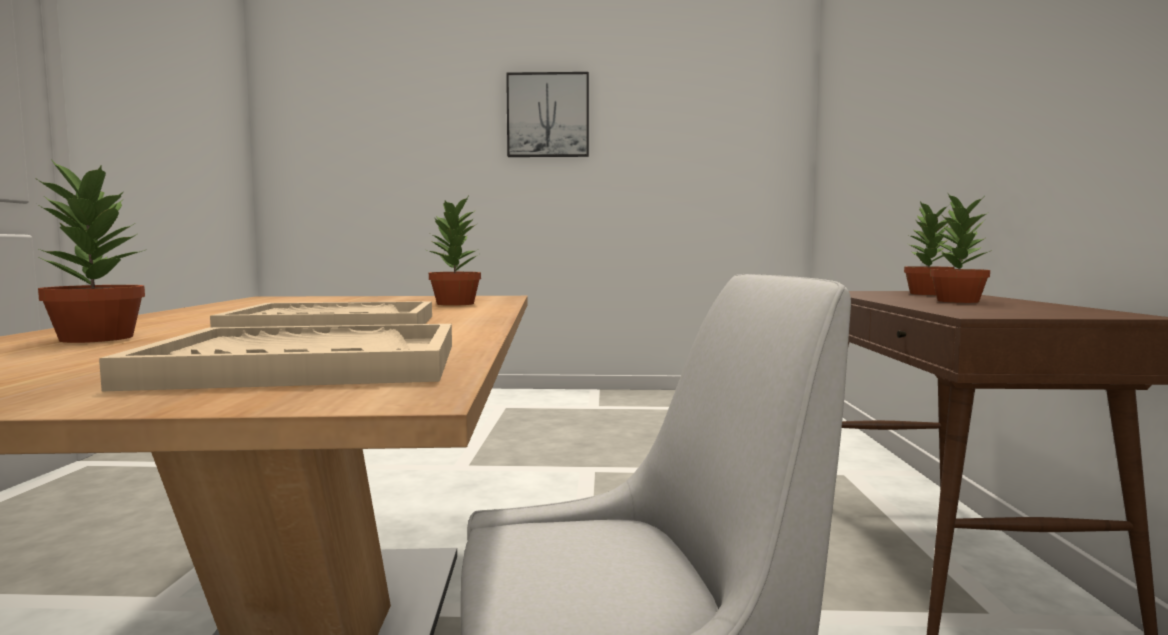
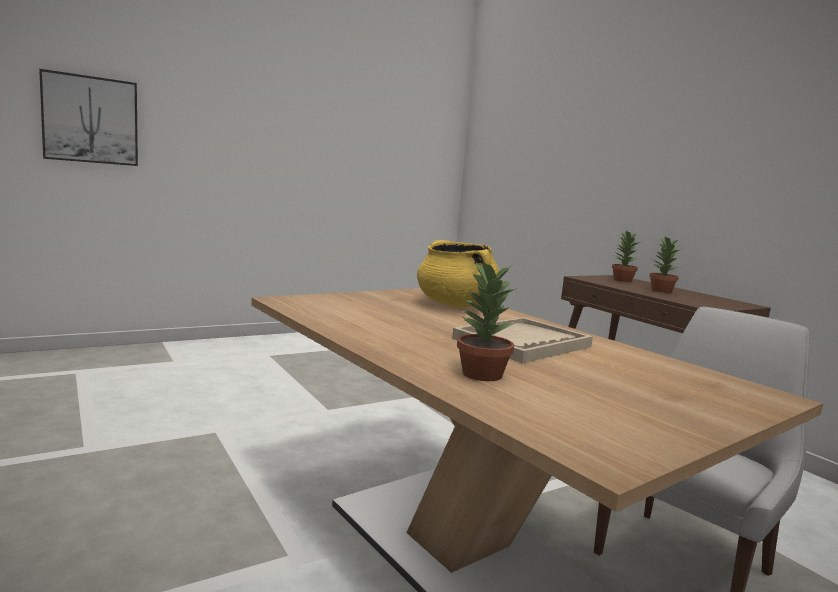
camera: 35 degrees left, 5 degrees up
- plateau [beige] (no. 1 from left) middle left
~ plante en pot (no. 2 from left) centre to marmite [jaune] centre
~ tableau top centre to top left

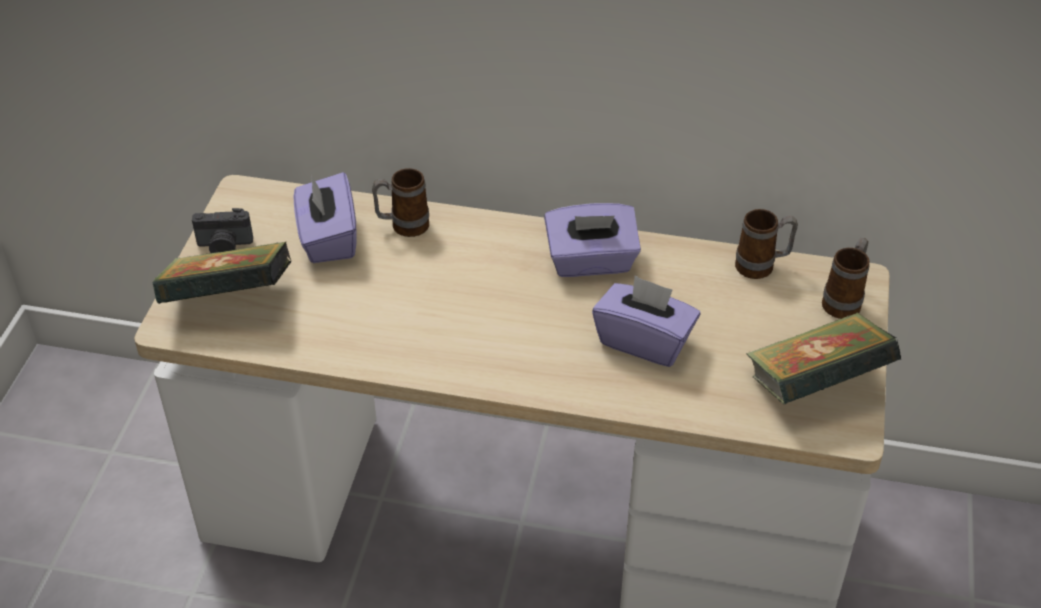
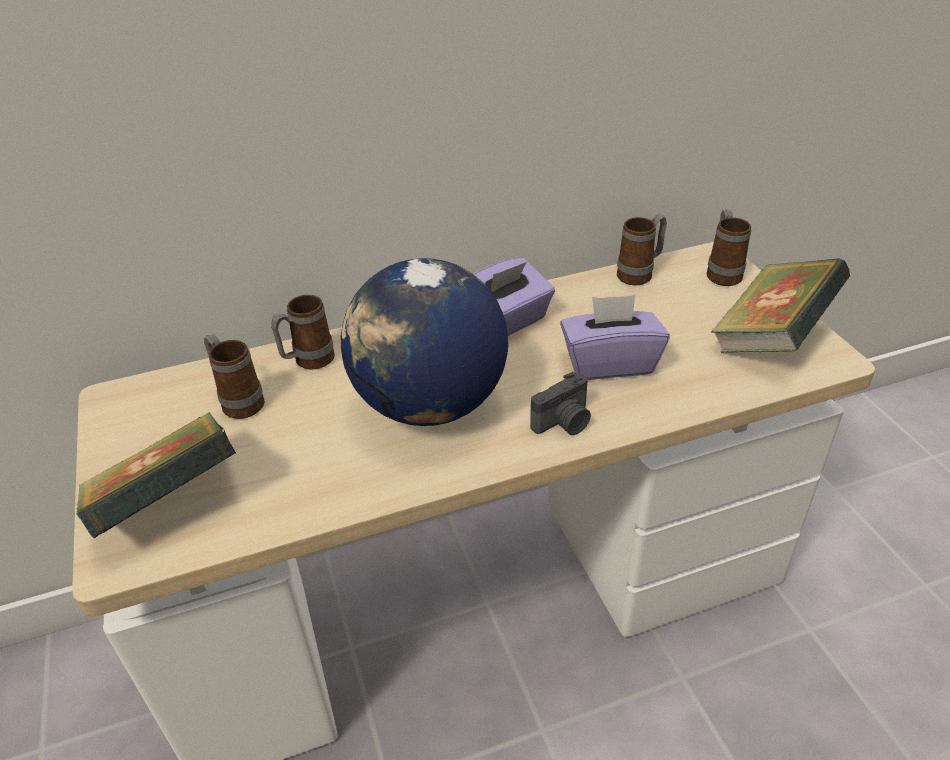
camera: 30 degrees left, 5 degrees down
~ appareil photo middle left to centre
~ boîte à mouchoirs [violet] (no. 1 from left) middle left to mug (no. 1 from left) middle left
+ globe centre

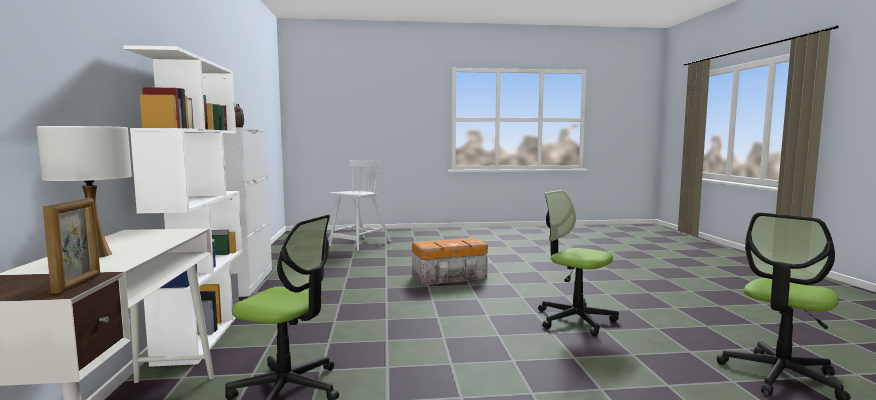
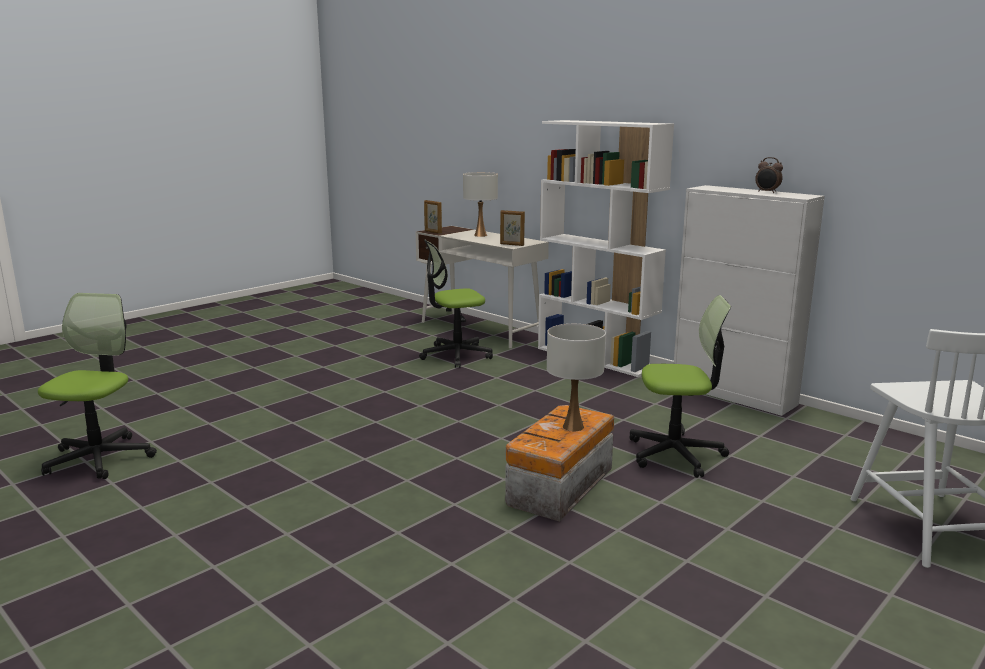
camera: 140 degrees right, 10 degrees up
~ chaise de bureau (no. 2 from left in the first image) centre to chaise de bureau (no. 3 from left) middle right
+ cadre photo (no. 2 from left) centre
+ lampe de table [blanc] (no. 2 from left) centre

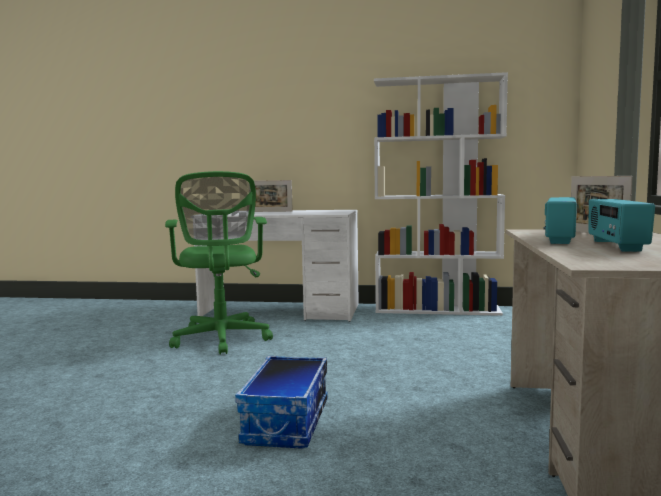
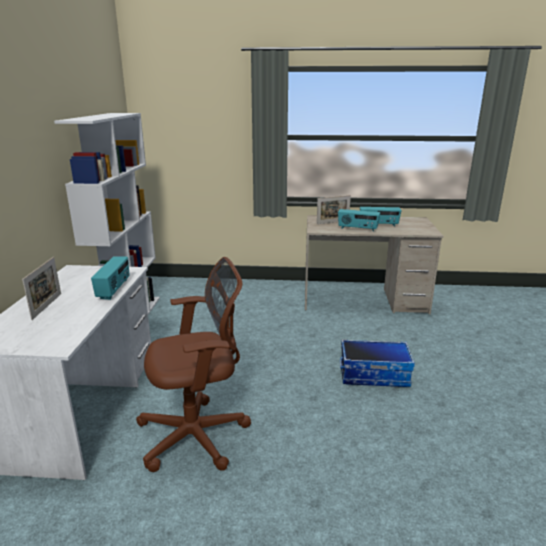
camera: 95 degrees left, 15 degrees up
~ chaise de bureau [vert] middle left to chaise de bureau [marron] bottom centre
+ radio (no. 1 from left) middle left

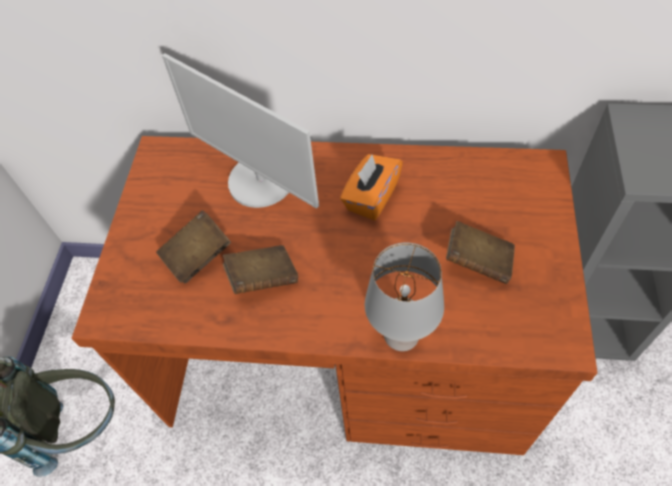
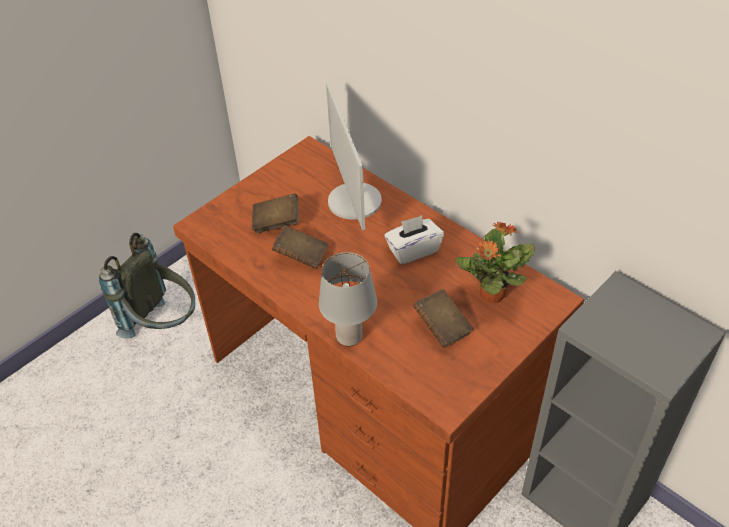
camera: 35 degrees right, 10 degrees down
~ boîte à mouchoirs [orange] centre to boîte à mouchoirs [blanc] centre
+ plante en pot middle right

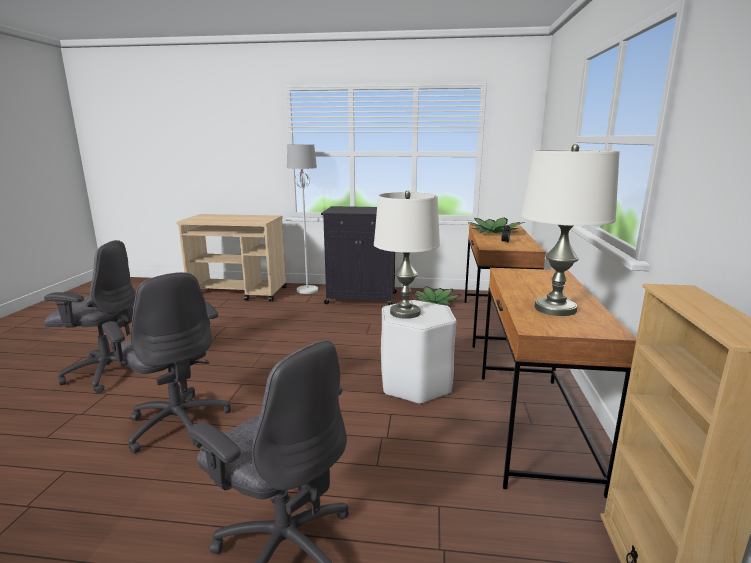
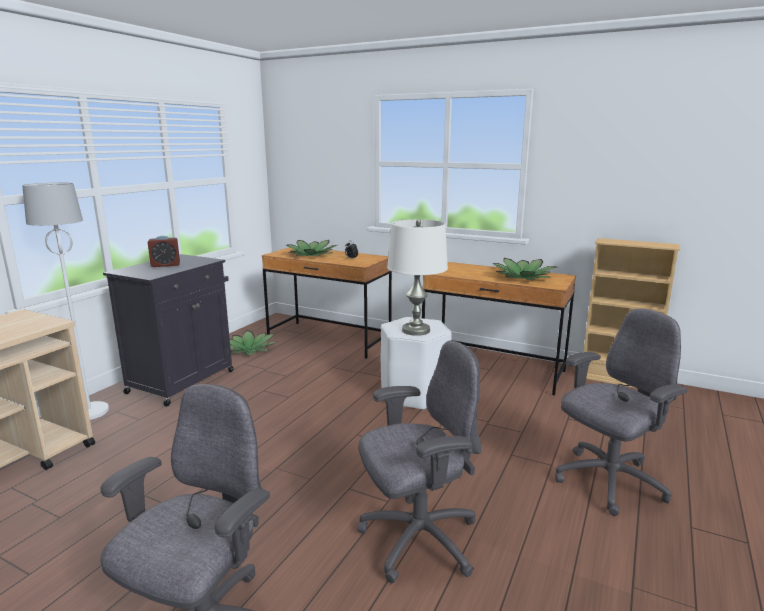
camera: 70 degrees left, 0 degrees up
~ lampe de table [blanc] (no. 2 from left) middle right to plante en pot (no. 3 from left) middle right
+ réveil (no. 1 from left) middle left

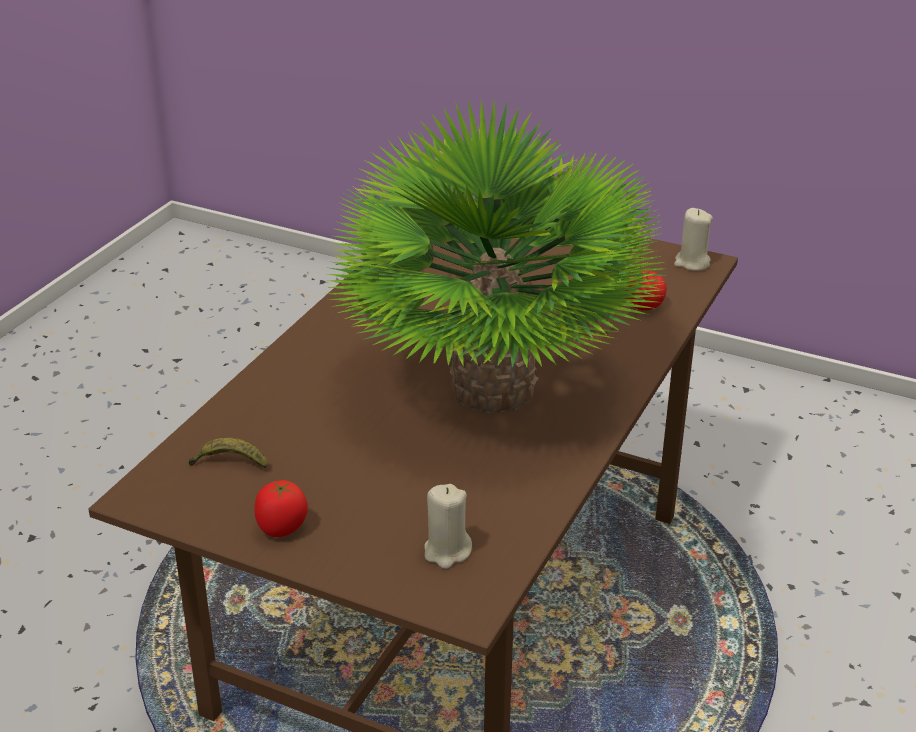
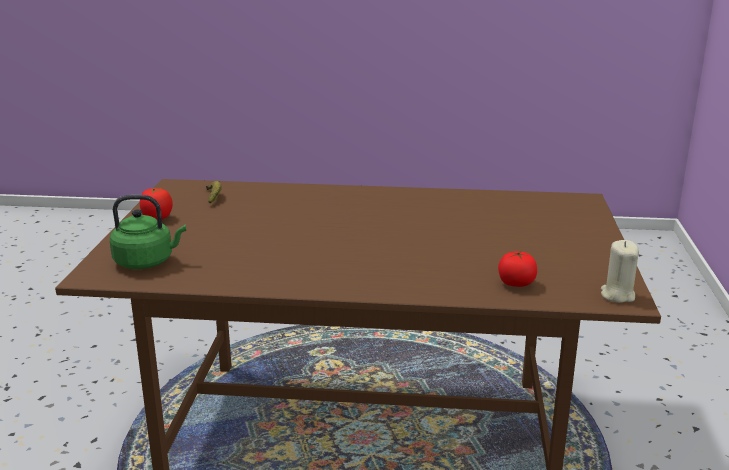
camera: 70 degrees right, 10 degrees down
- plante en pot centre
~ bougie [beige] (no. 1 from left) bottom centre to bouilloire [vert] middle left

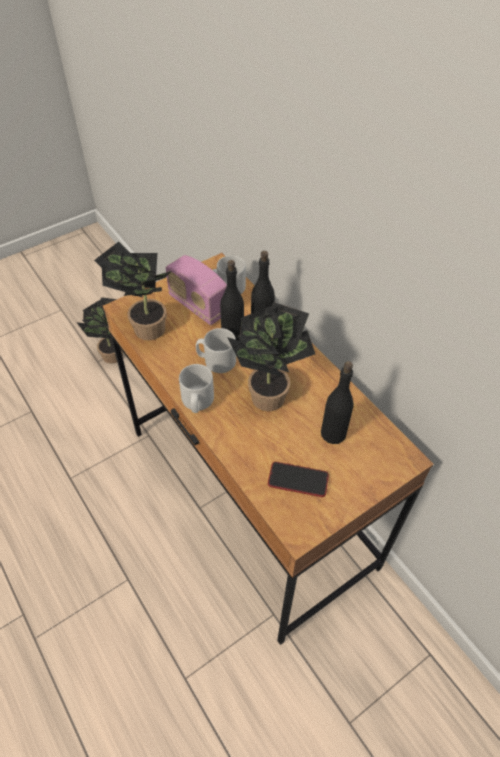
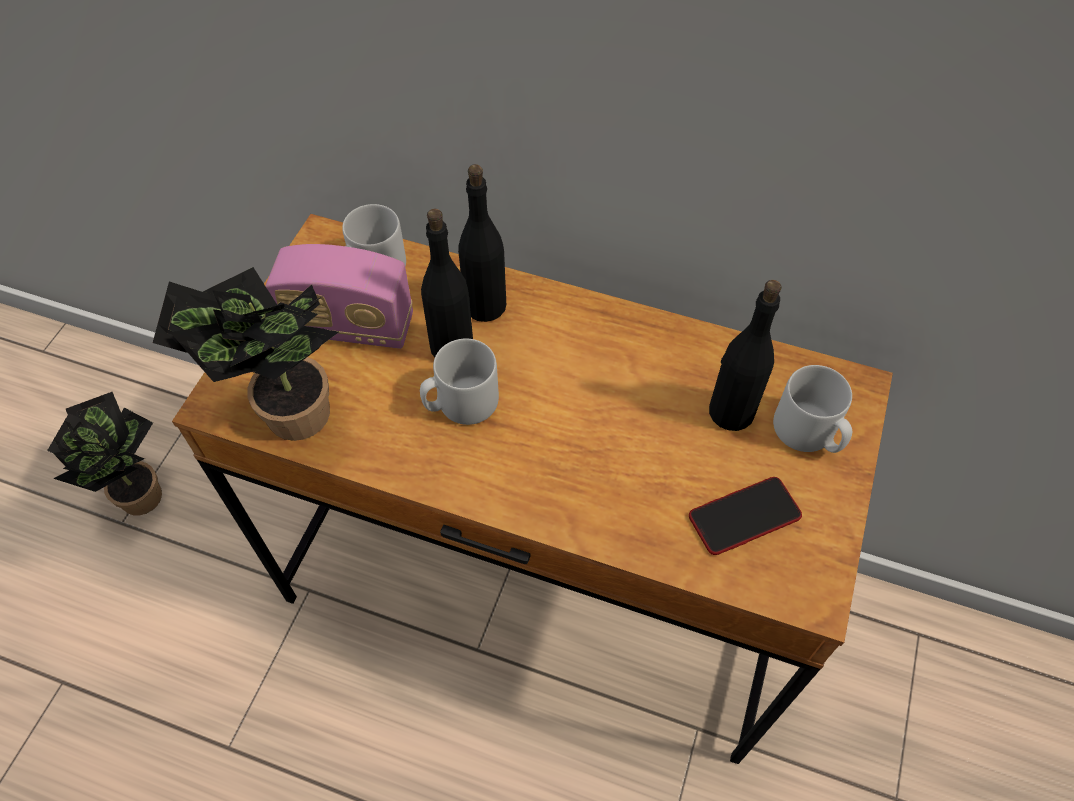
camera: 35 degrees left, 5 degrees up
~ mug [gris] (no. 1 from left in the first image) centre to mug [gris] (no. 3 from left) middle right
- plante en pot (no. 3 from left) centre

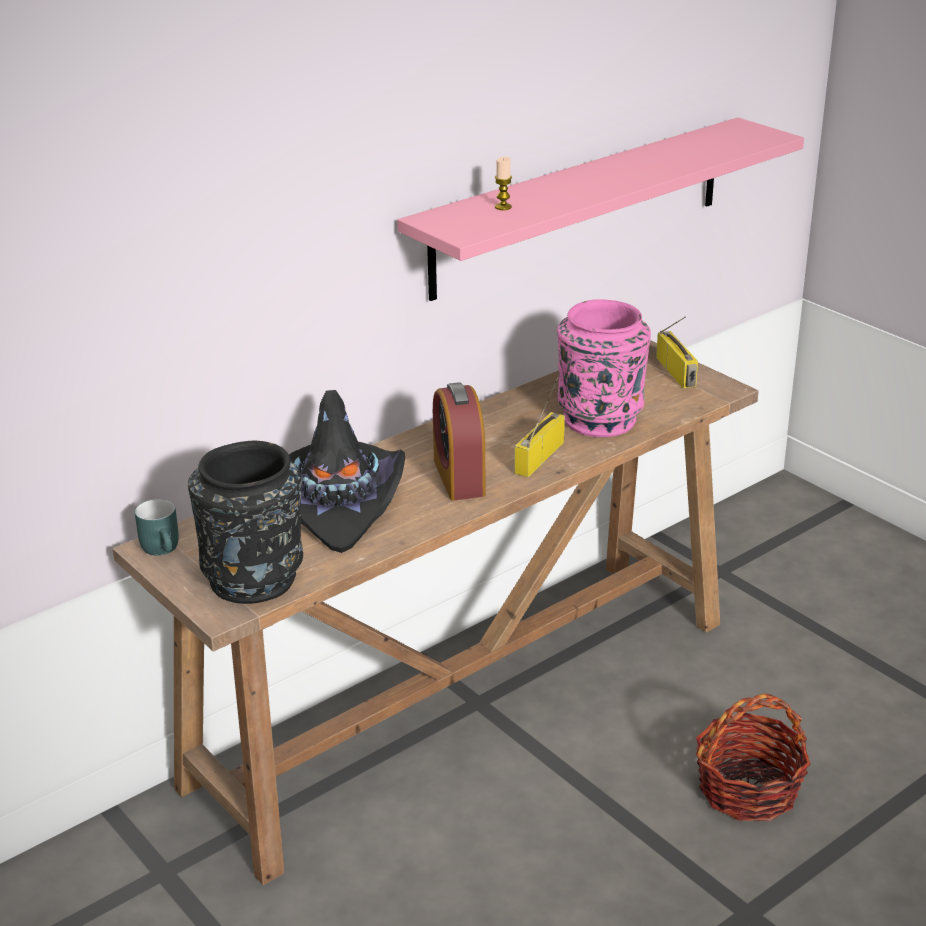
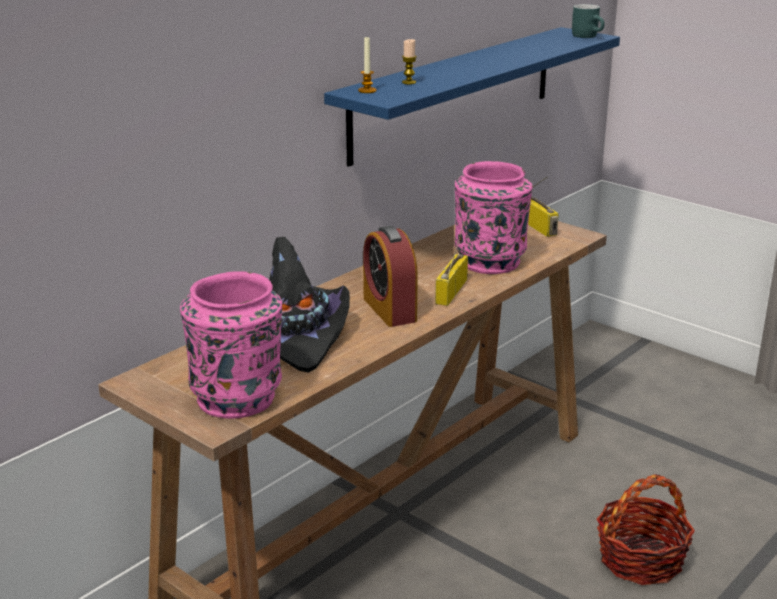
camera: 10 degrees left, 5 degrees down
~ mug [turquoise] middle left to top right
~ vase [noir] middle left to vase [rose] (no. 1 from left) middle left
~ étagère [rose] top centre to étagère [bleu] top centre
+ bougie (no. 1 from left) top centre

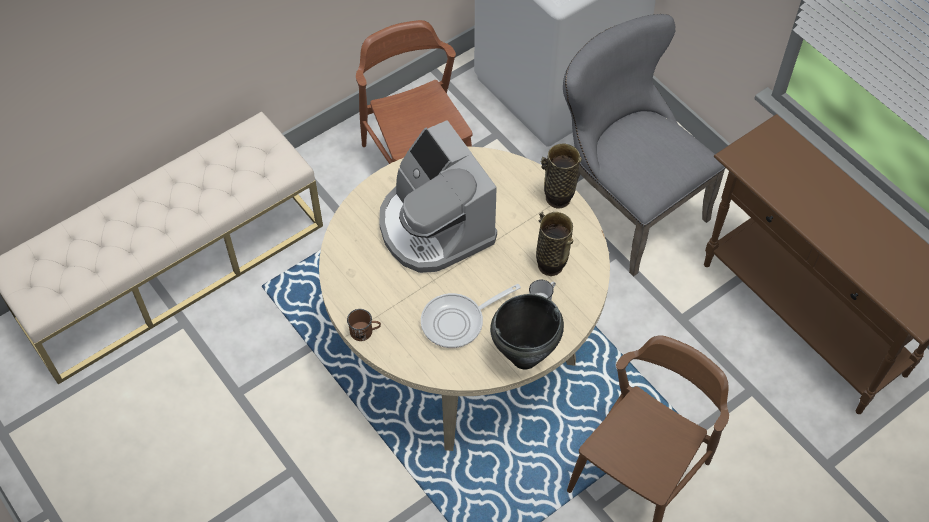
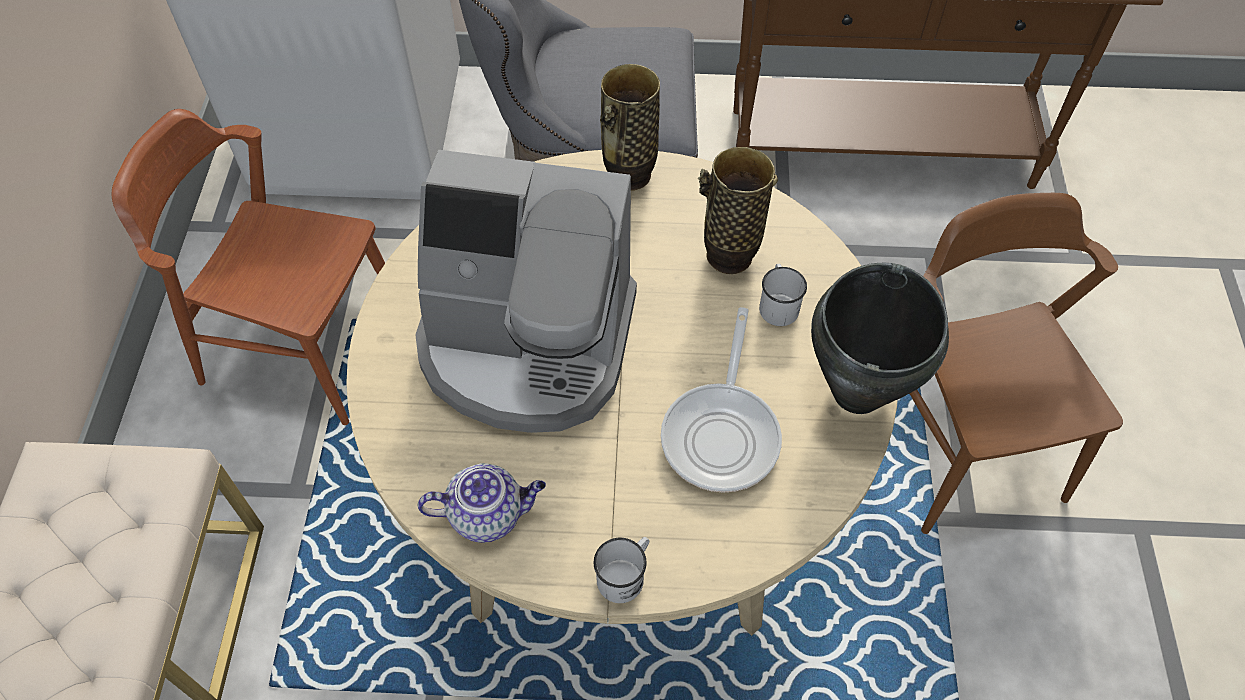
camera: 50 degrees left, 0 degrees up
~ mug [marron] centre to mug [blanc] (no. 1 from left) bottom centre
+ théière bottom centre

